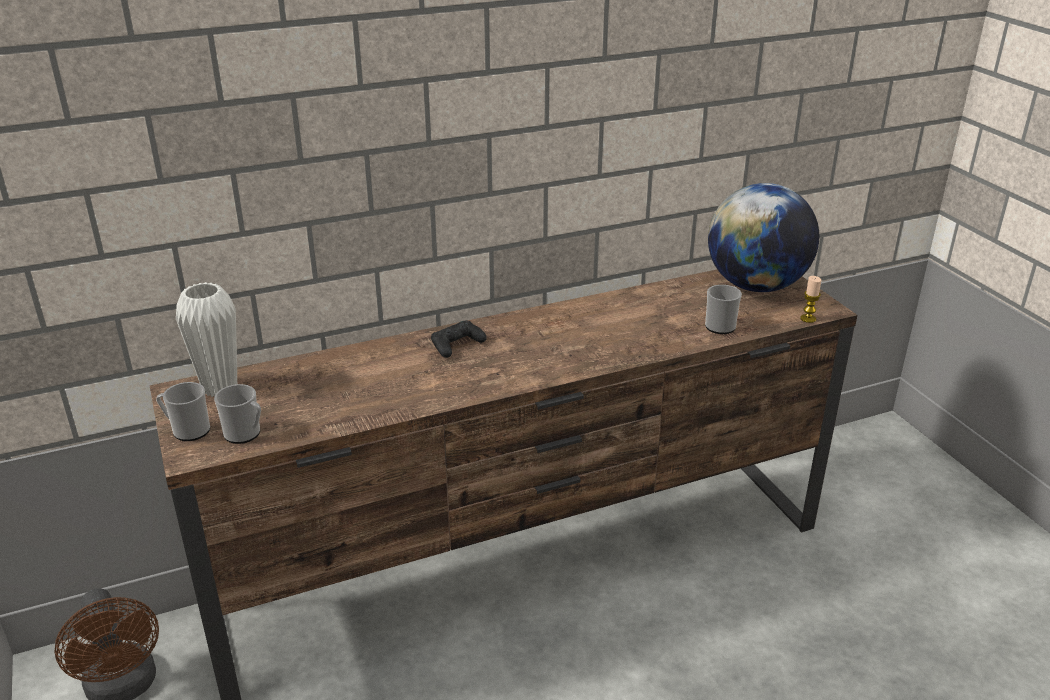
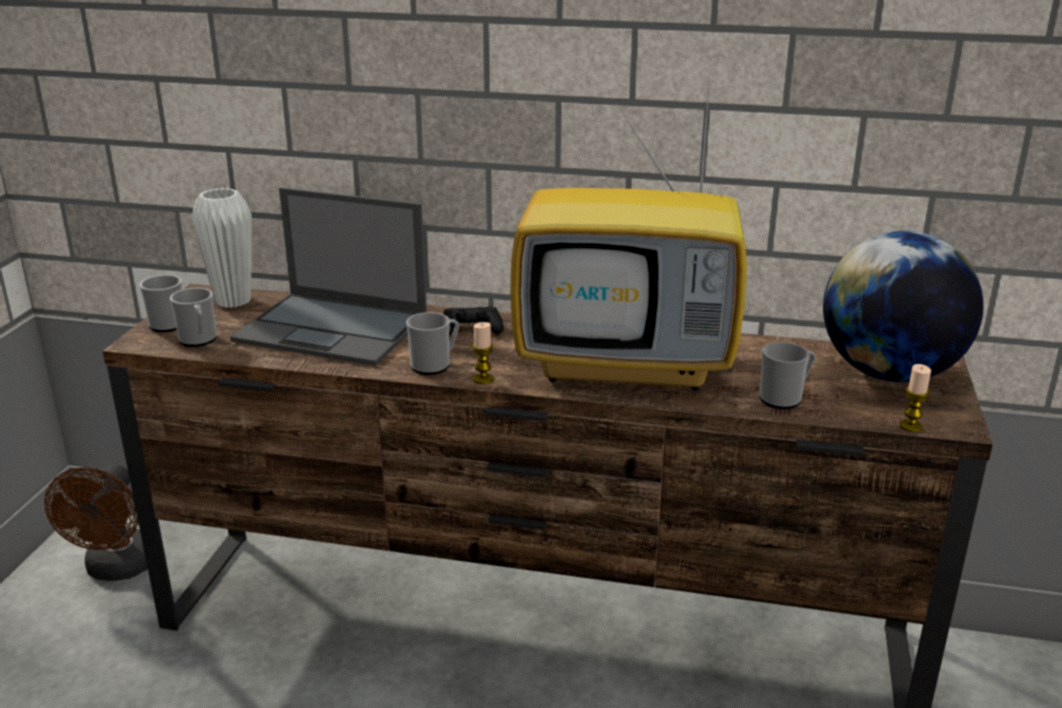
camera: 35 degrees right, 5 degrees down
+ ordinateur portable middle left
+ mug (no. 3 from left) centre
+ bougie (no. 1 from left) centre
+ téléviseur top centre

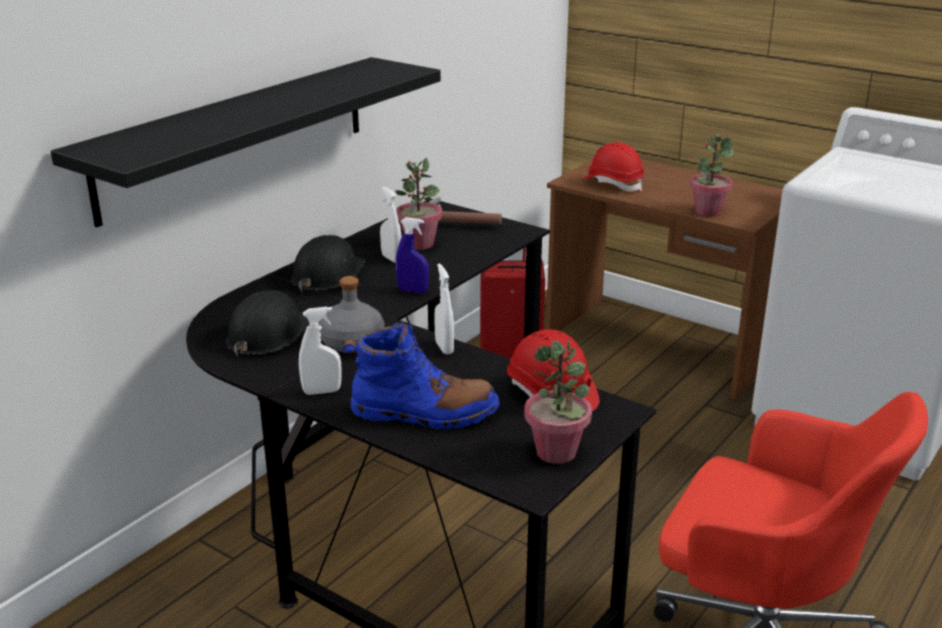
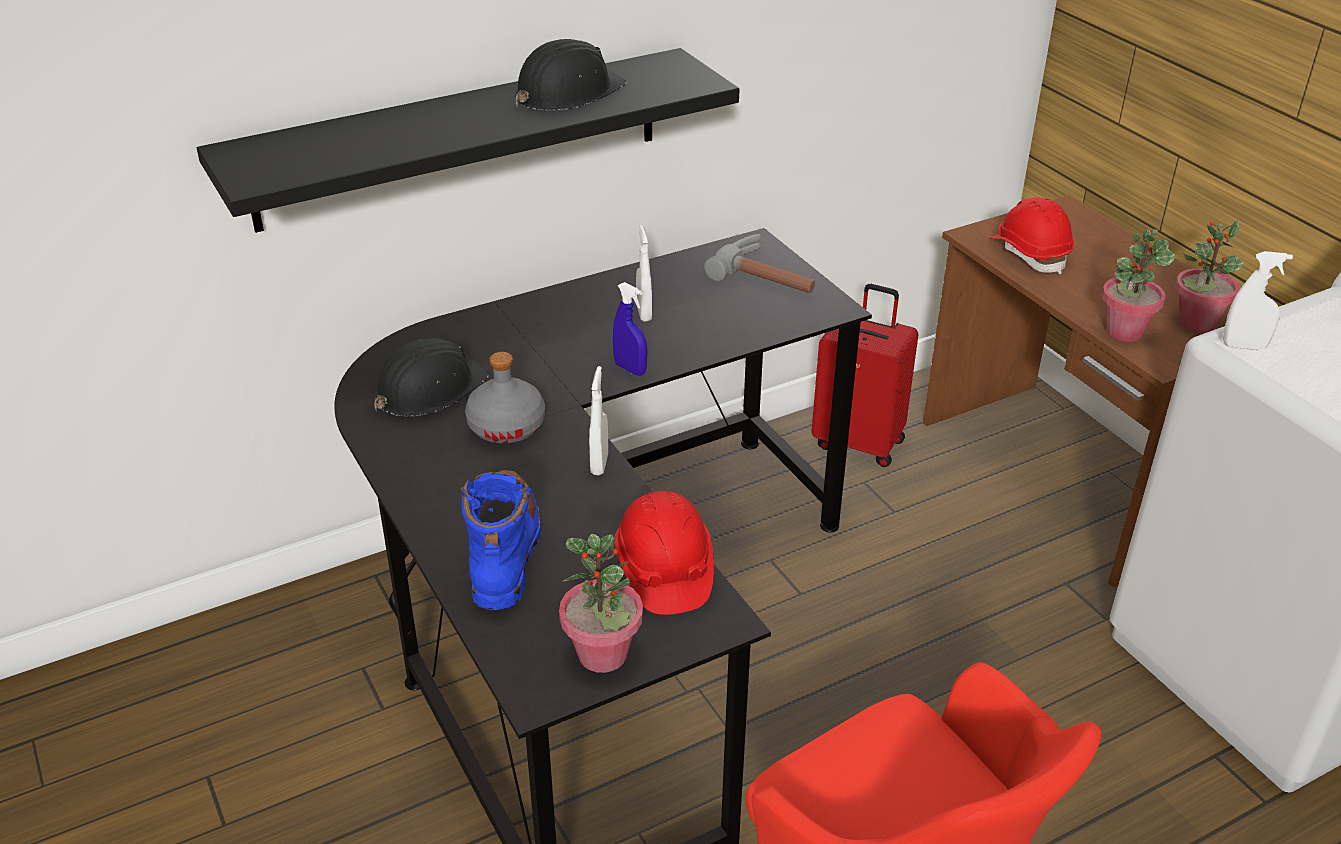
camera: 25 degrees right, 10 degrees up
~ casque de chantier [noir] (no. 2 from left) centre to top centre
~ vaporisateur [blanc] (no. 1 from left in the first image) centre to vaporisateur [blanc] (no. 3 from left) middle right
~ botte [bleu] centre = centre 120 degrees counterclockwise
~ plante en pot (no. 1 from left in the first image) top centre to plante en pot (no. 3 from left) top right

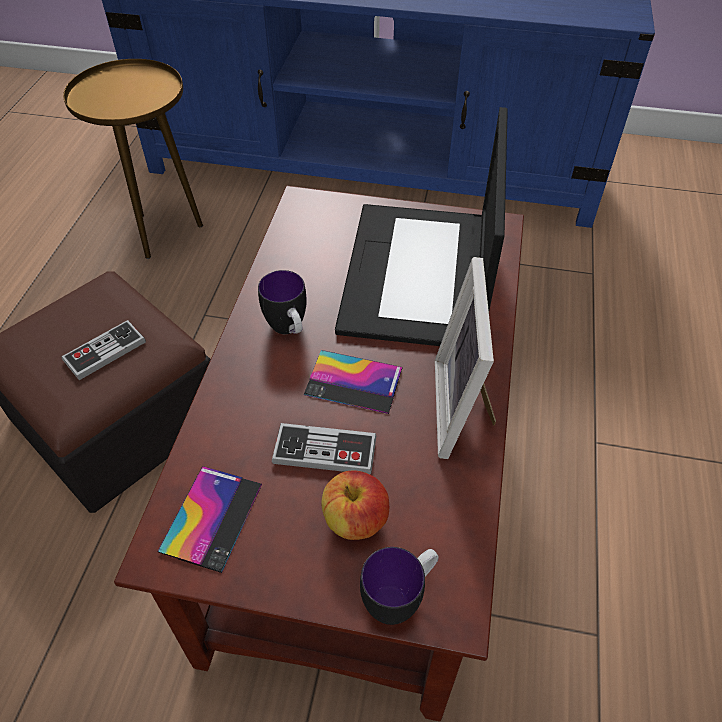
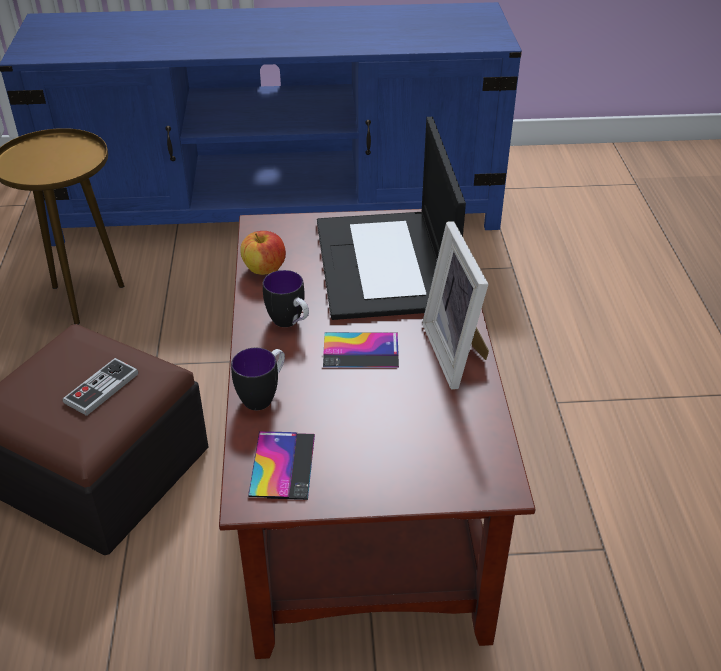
camera: 15 degrees left, 10 degrees down
- manette (no. 2 from left) centre
~ pomme bottom centre to centre
~ mug (no. 2 from left in the first image) bottom centre to mug (no. 1 from left) centre

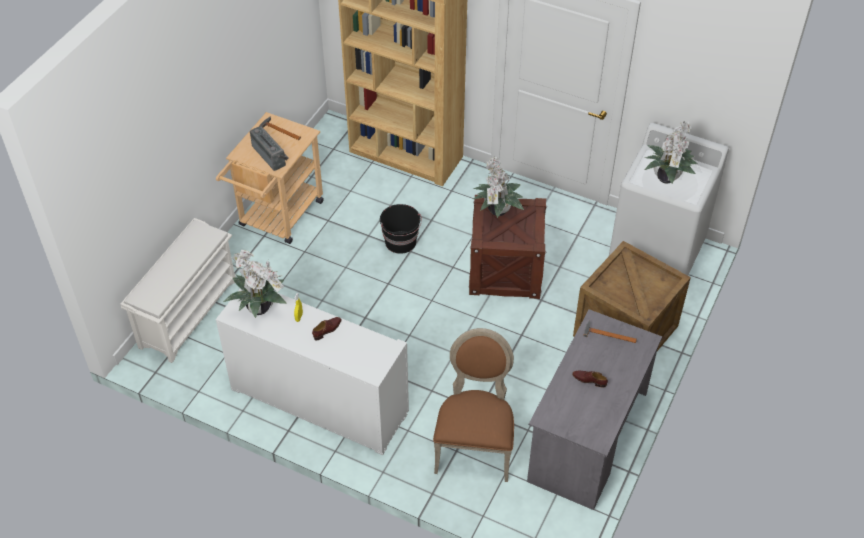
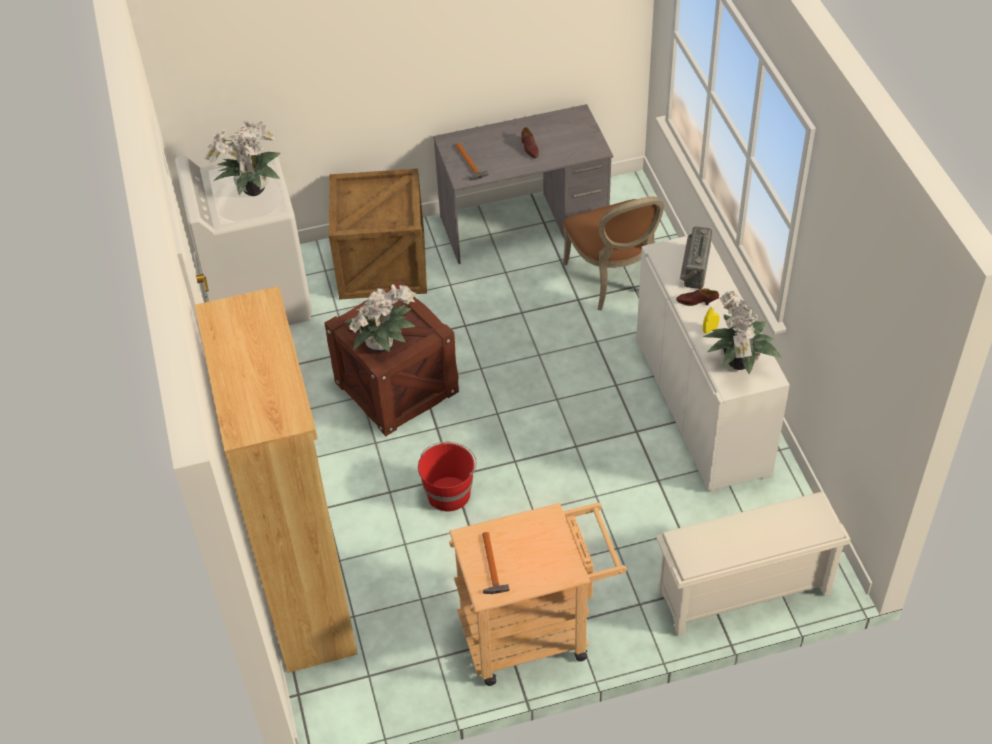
camera: 130 degrees left, 0 degrees up
~ radio top left to middle right
~ seau [noir] centre to seau [rouge] centre
~ chaise [marron] bottom centre = centre 75 degrees counterclockwise

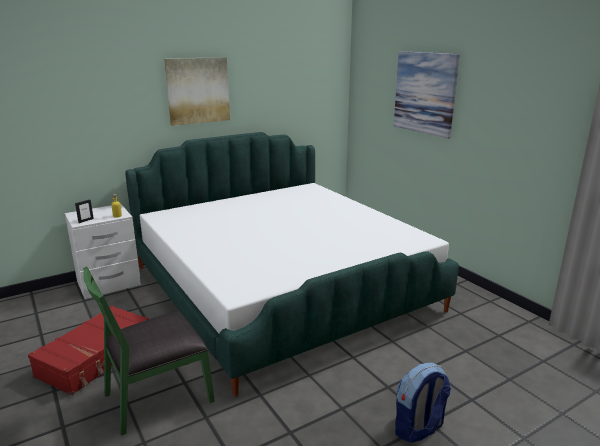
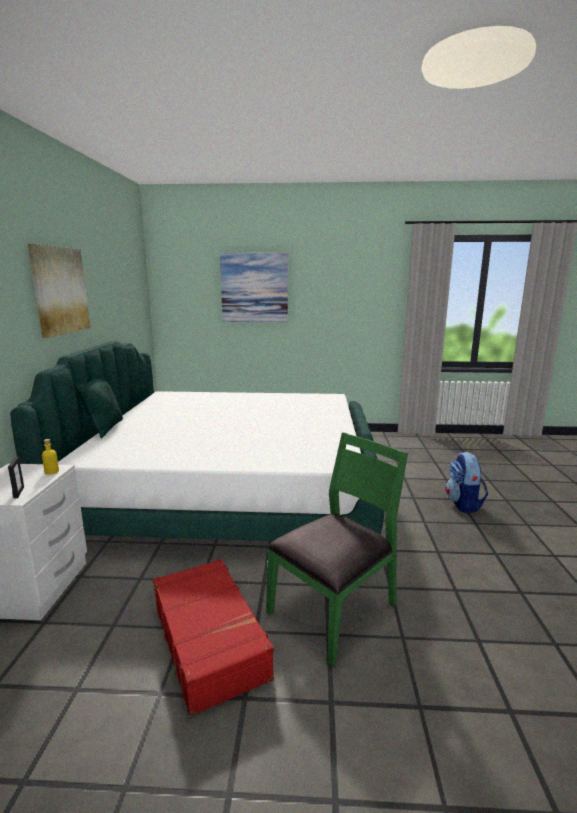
camera: 55 degrees left, 5 degrees down
~ chaise [vert] bottom left = bottom centre 135 degrees counterclockwise
+ coussin [vert] middle left

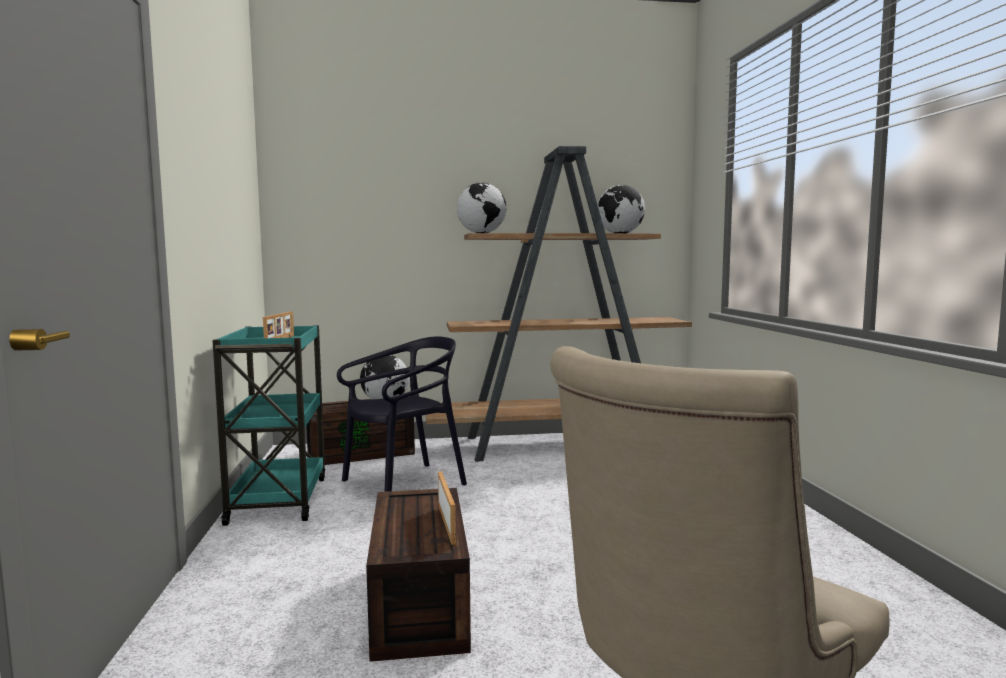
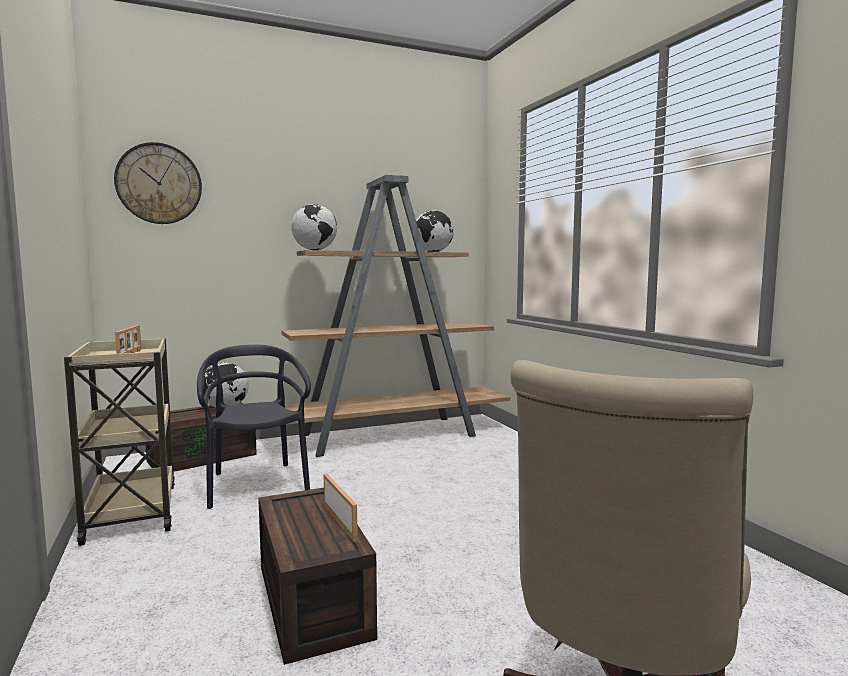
camera: 15 degrees left, 0 degrees up
~ chariot [turquoise] middle left to chariot [beige] middle left
~ chaise [noir] centre = middle left 60 degrees counterclockwise
+ horloge murale top left

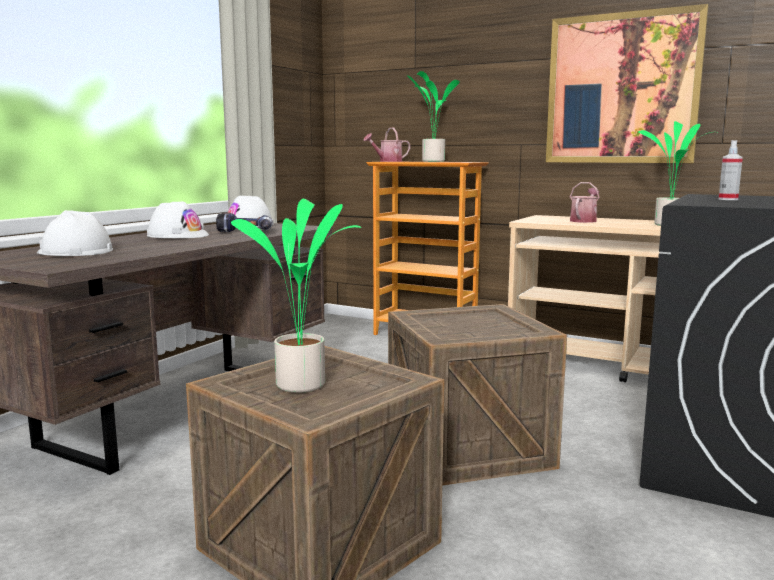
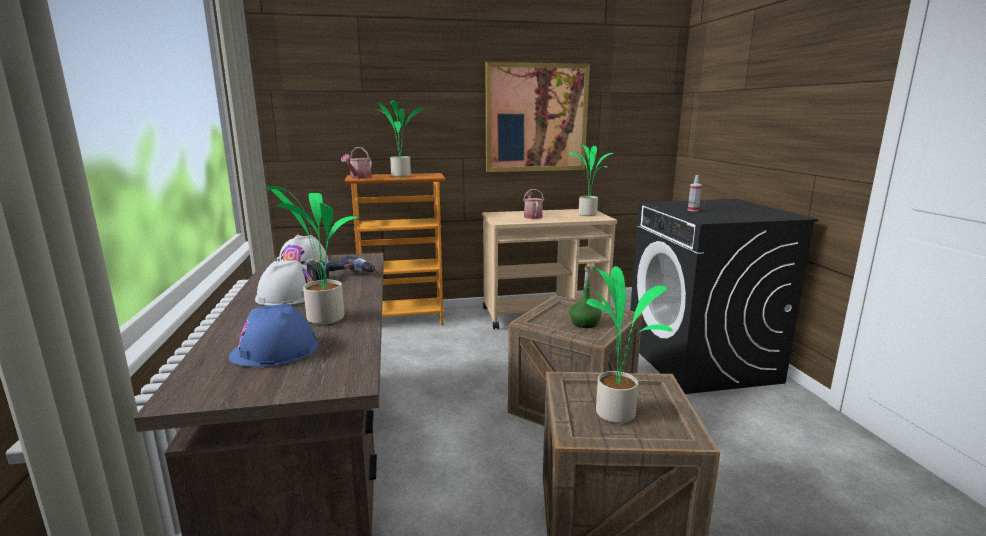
camera: 40 degrees left, 5 degrees up
~ casque de chantier [blanc] (no. 1 from left) middle left to casque de chantier [bleu] middle left
+ plante en pot (no. 1 from left) middle left
+ bouteille [vert] centre

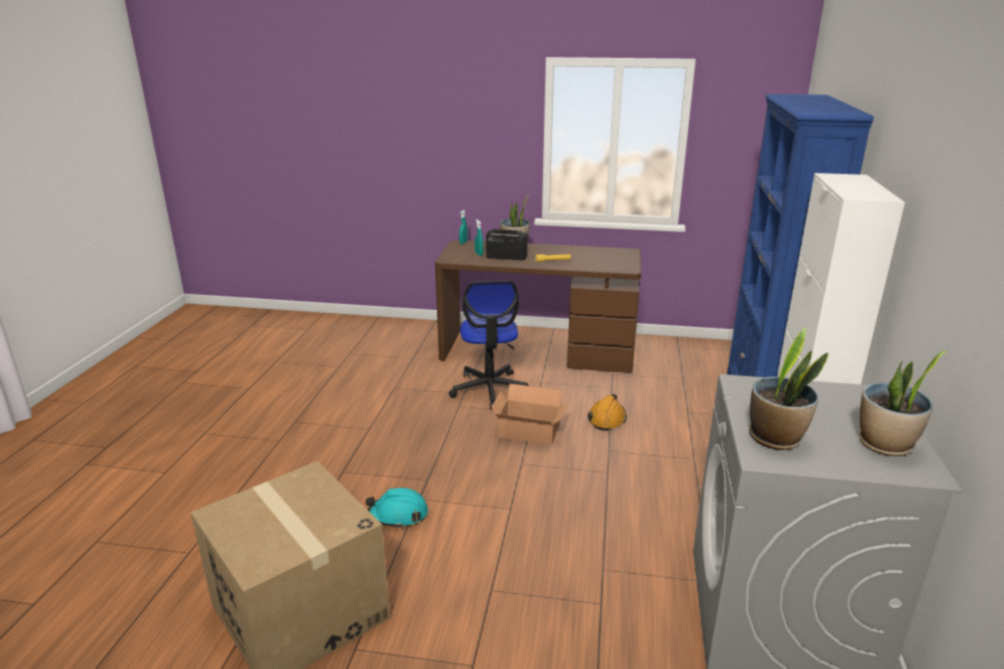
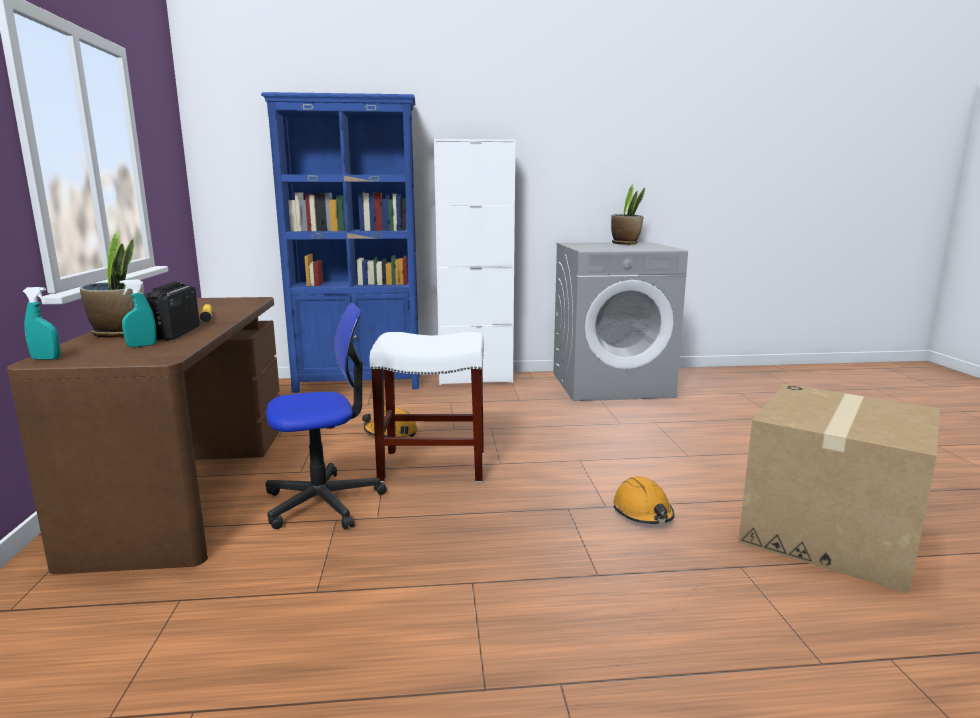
camera: 105 degrees left, 10 degrees down
~ casque de chantier [turquoise] bottom centre to casque de chantier [orange] (no. 2 from left) bottom centre
~ carton (no. 2 from left) centre to tabouret [blanc] centre
- plante en pot (no. 2 from left) middle right

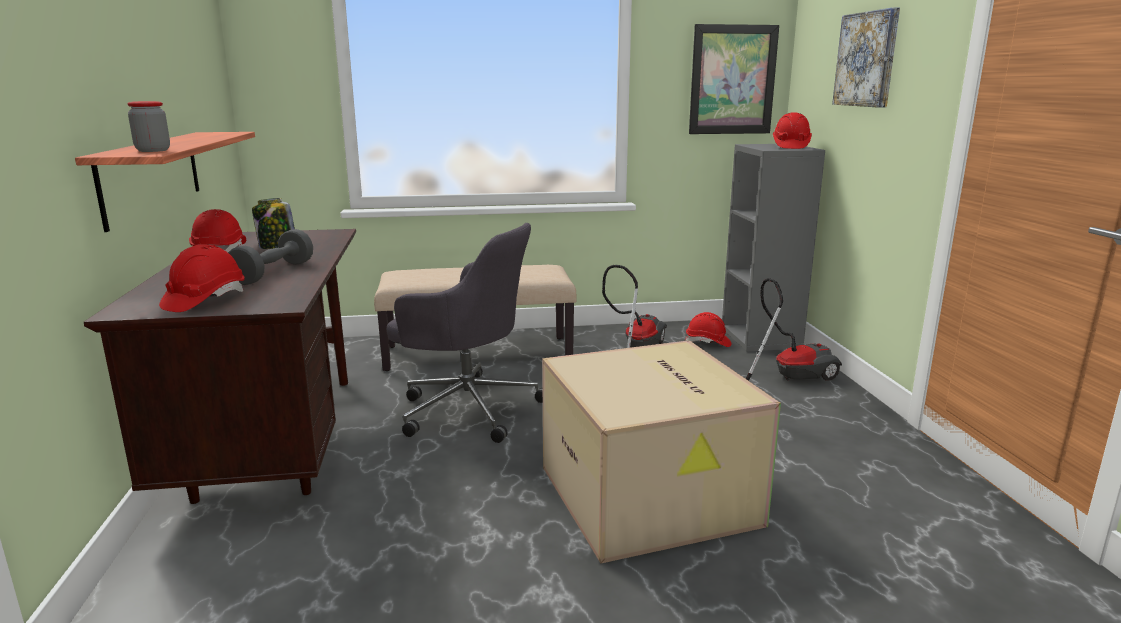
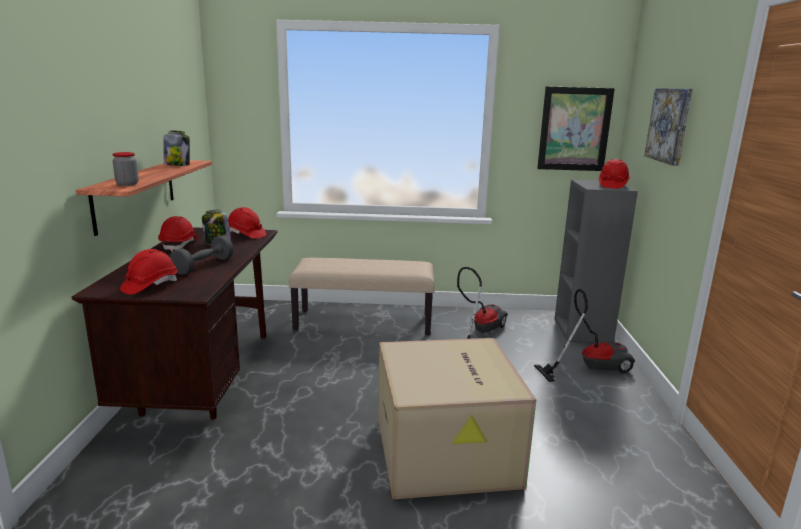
camera: 10 degrees right, 0 degrees up
- chaise de bureau [gris] centre
~ casque de chantier [rouge] (no. 3 from left) centre to middle left
+ bocal (no. 2 from left) top left

